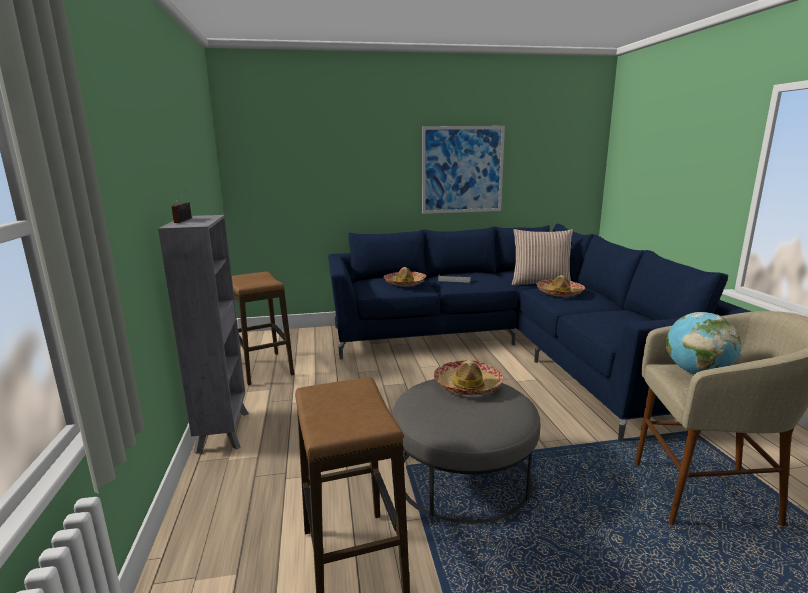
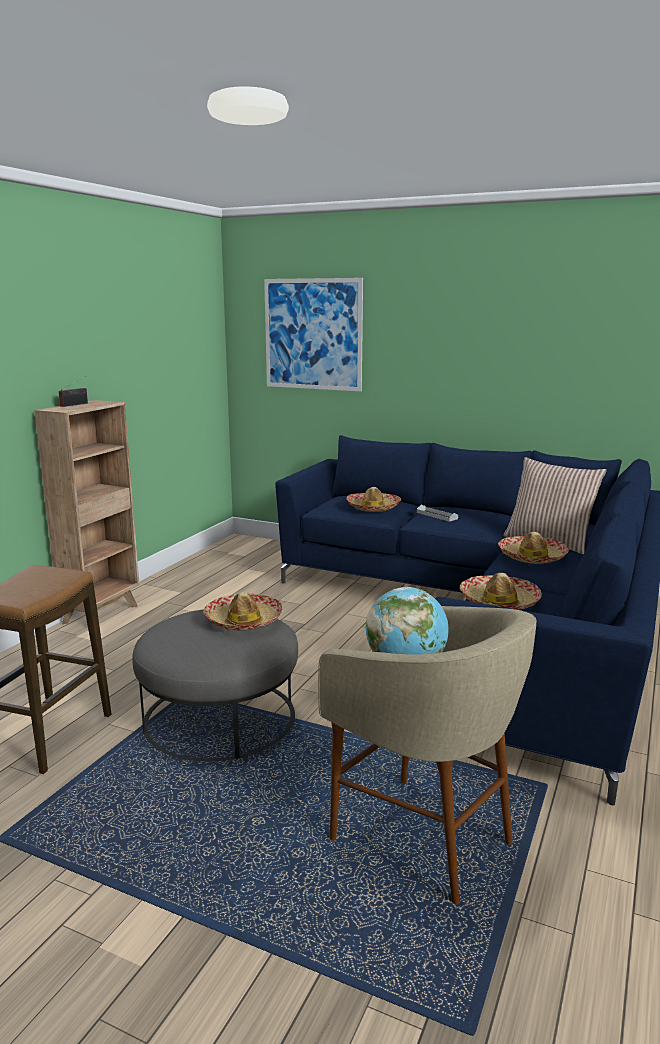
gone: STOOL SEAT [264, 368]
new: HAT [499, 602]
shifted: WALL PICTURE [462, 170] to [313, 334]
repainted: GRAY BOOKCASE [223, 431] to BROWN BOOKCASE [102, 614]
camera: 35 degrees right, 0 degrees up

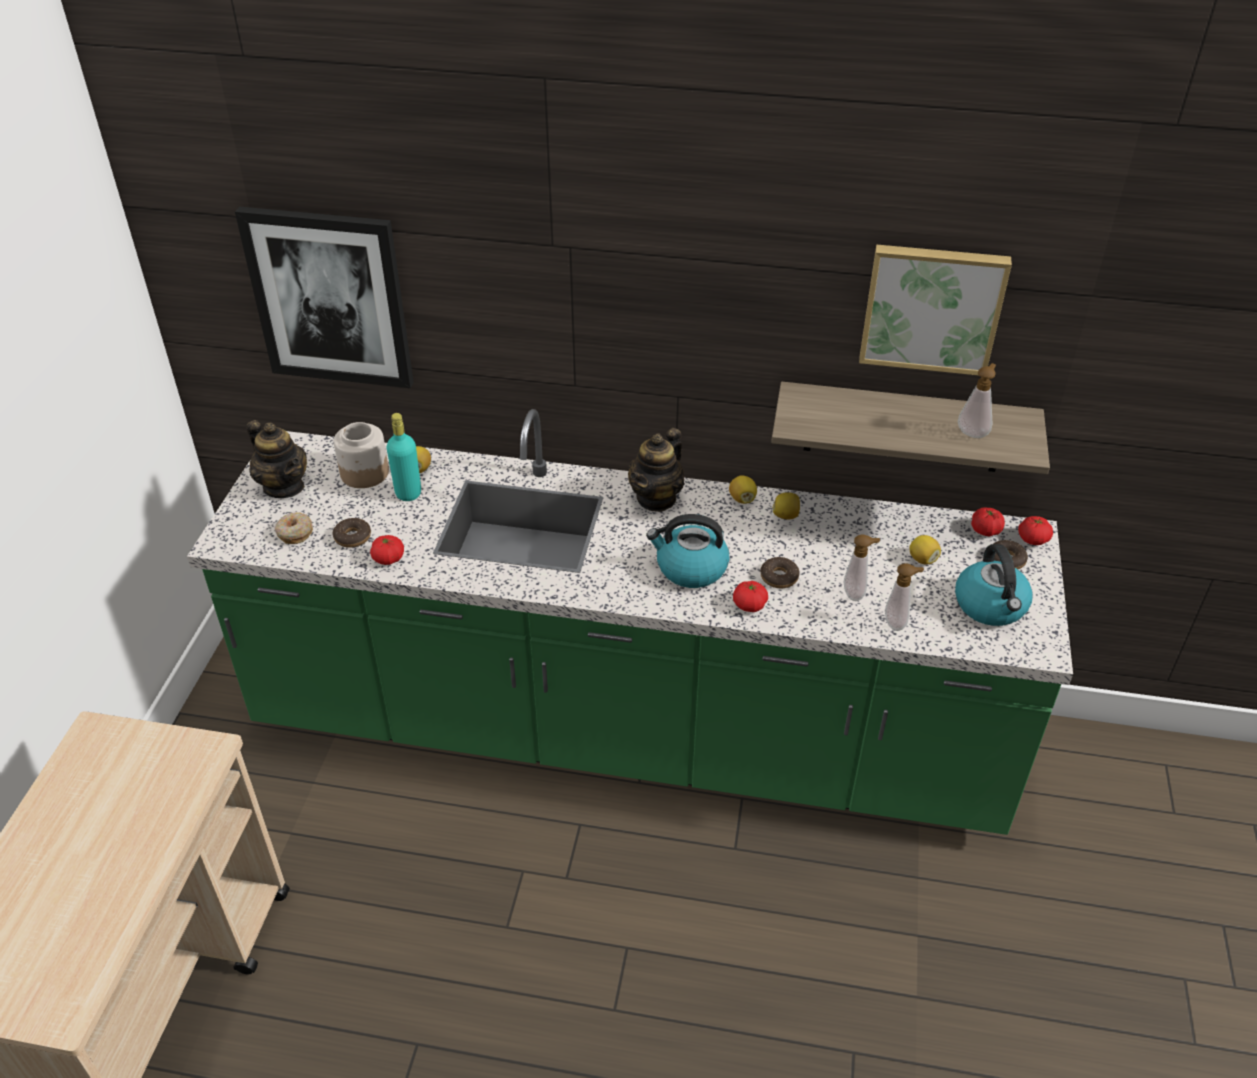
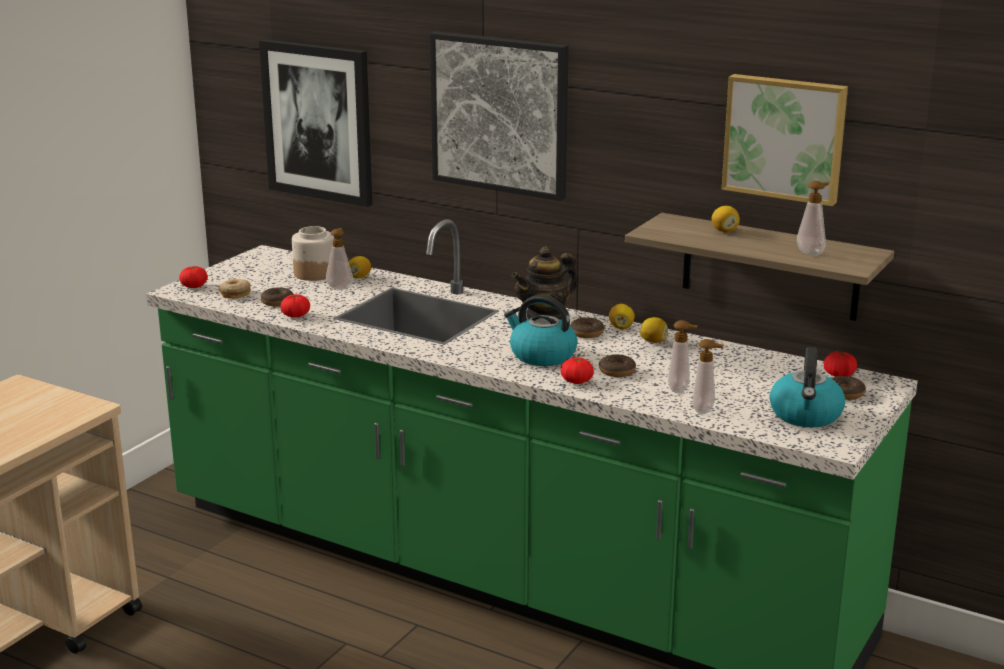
gone: POT FOR TEA [284, 486]
new: WALL PICTURE [500, 114]; DOUGHNUT [586, 333]
shifted: CITRUS FRUIT [922, 559] to [724, 231]; TOMATO [1033, 539] to [194, 286]
swapped: TURQUOISE BEVERAGE BOTTLE [408, 493] to LIQUID SOAP BOTTLE [340, 287]
camera: 20 degrees right, 20 degrees down

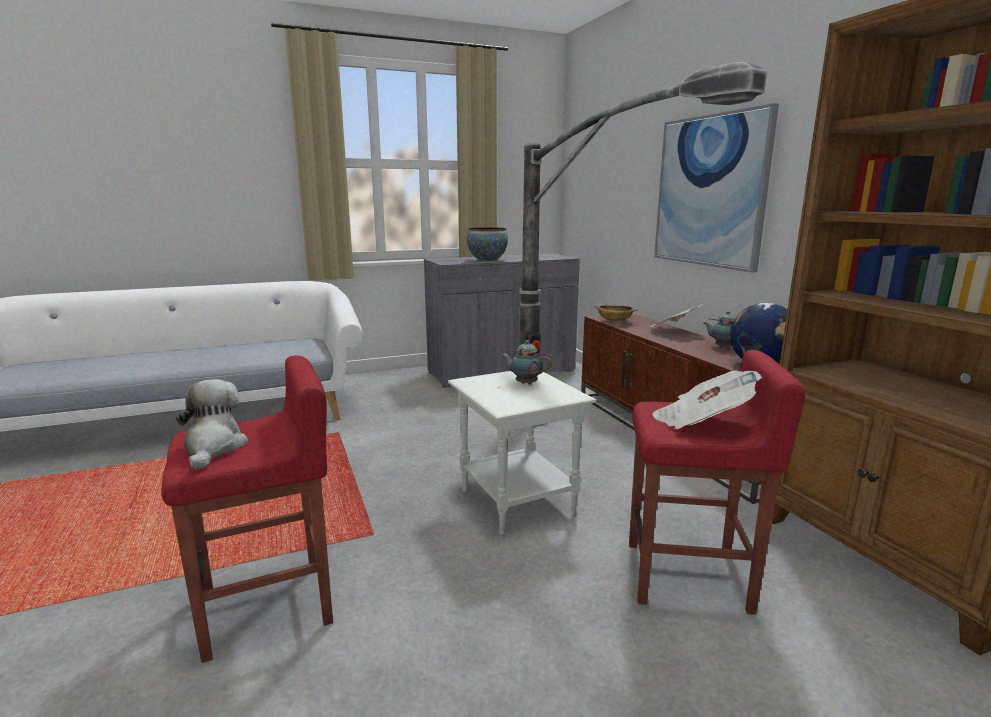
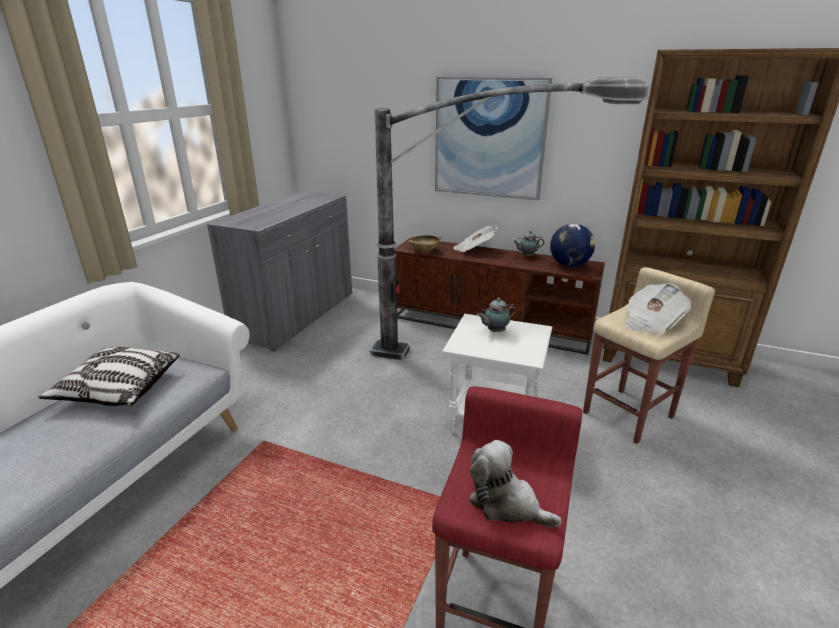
gone: DEEP DISH [487, 261]
new: PILLOW [119, 390]
repainted: REDDISH STOOL SEAT [689, 577] to BEIGE STOOL SEAT [629, 414]
camera: 45 degrees left, 10 degrees up

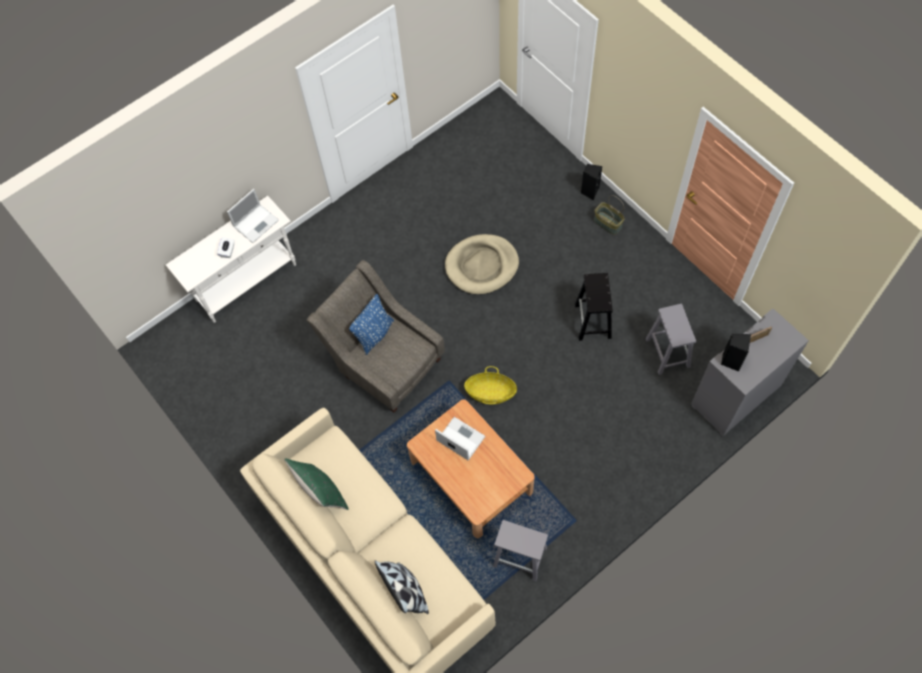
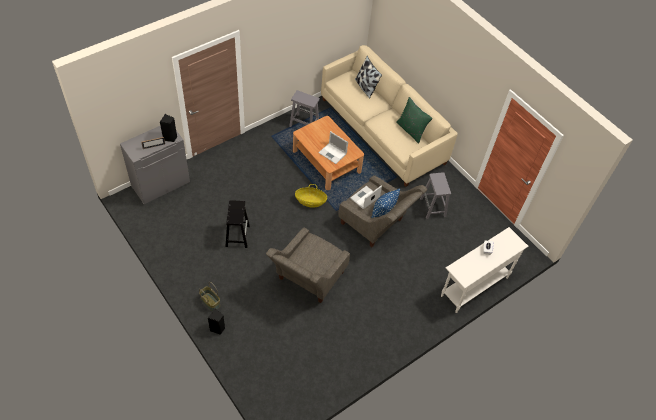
shifted: PORTABLE COMPUTER [256, 223] to [364, 198]; GRAY STOOL SEAT [667, 352] to [433, 208]
swapped: BEIGE DOG CUSHION [482, 266] to GRAY ARMCHAIR [307, 280]
camera: 175 degrees right, 10 degrees down

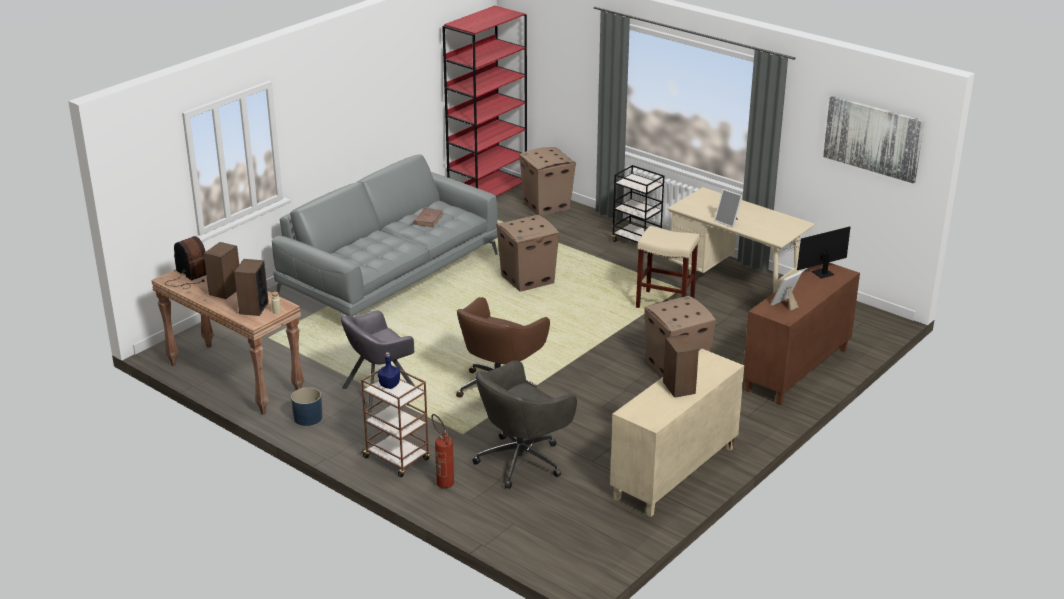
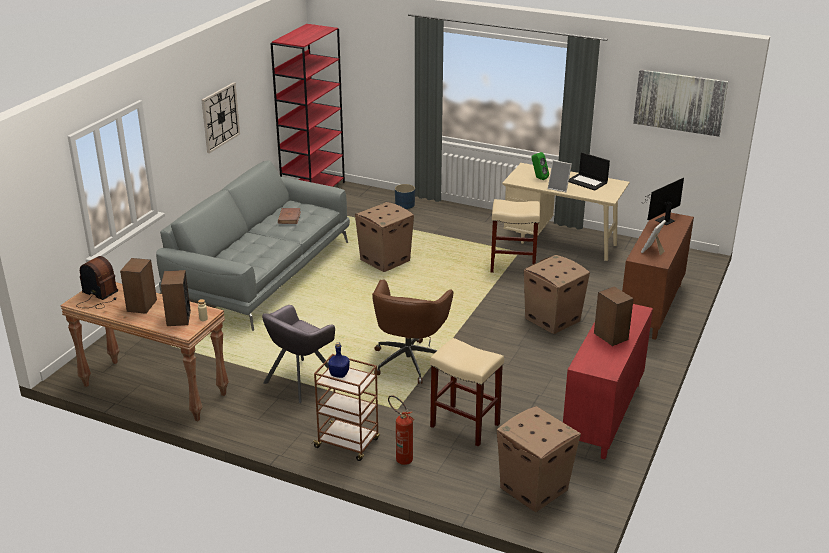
gone: BLACK WHEELED CART [637, 241]
new: CLOCK ON THE WALL [220, 117]; GREEN SPEAKER [538, 178]; PORTABLE COMPUTER [587, 182]
shifted: BLUE-COLOURED FLOWER POT [308, 417] to [405, 205]; CARDBOARD BOX [547, 206] to [534, 489]
swapped: GRAY DESK CHAIR [522, 460] to BEIGE STOOL SEAT [464, 425]
repainted: BEIGE STORAGE CABINET [675, 474] to REDDISH STORAGE CABINET [603, 415]
camera: 15 degrees left, 0 degrees up

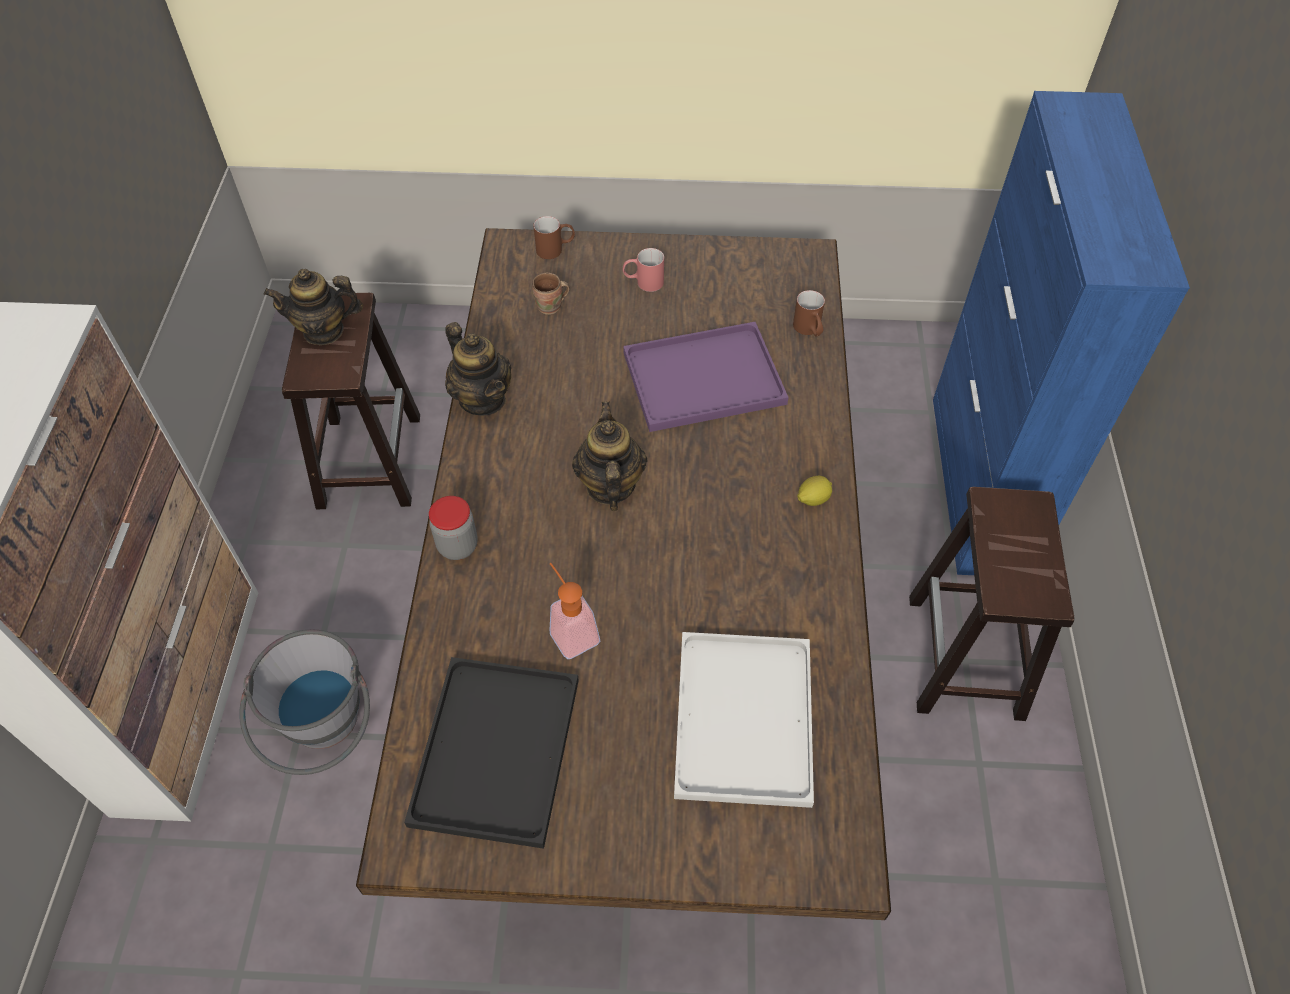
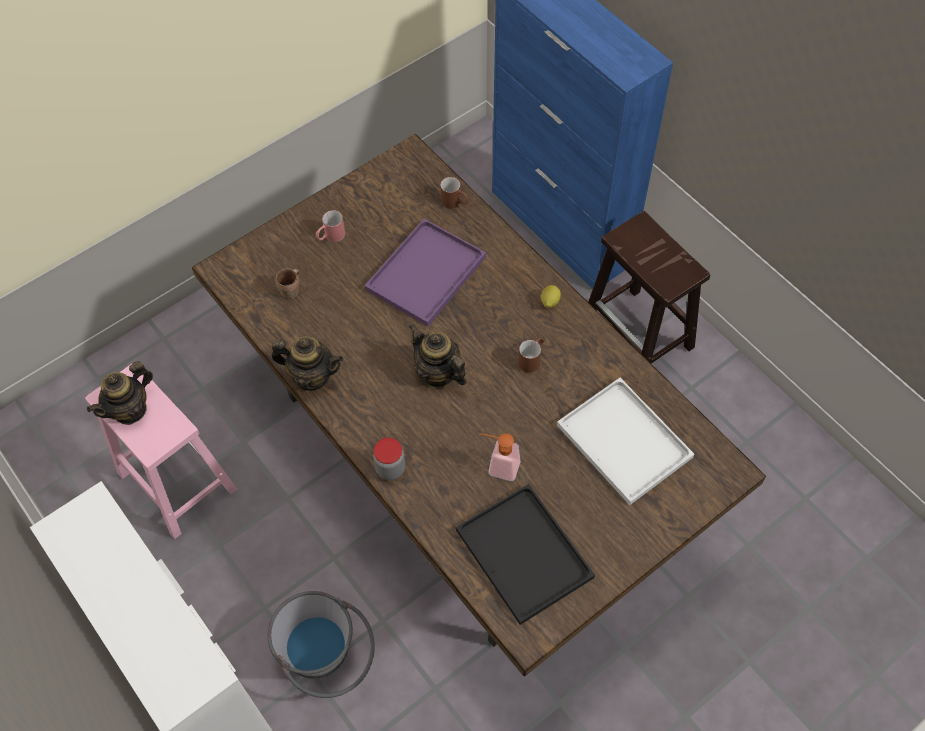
shifted: BROWN MUG [556, 249] to [532, 359]
repainted: BROWN STOOL SEAT [369, 459] to PINK STOOL SEAT [176, 480]
camera: 40 degrees left, 5 degrees up

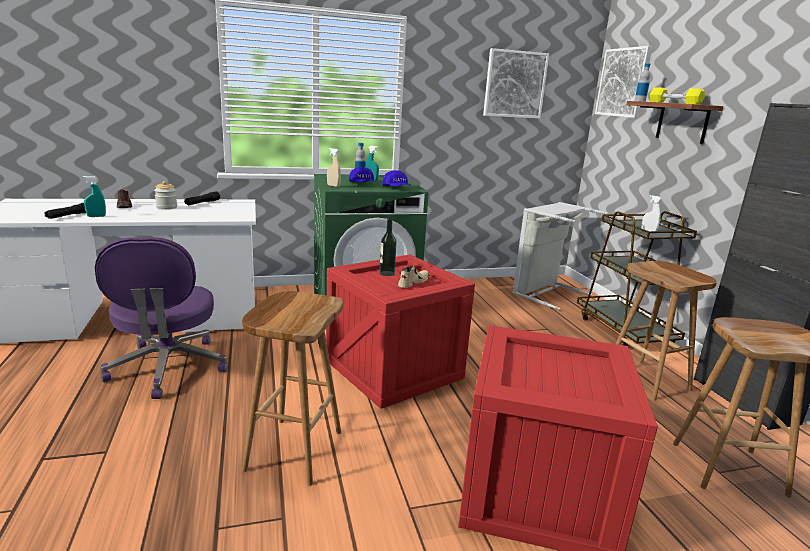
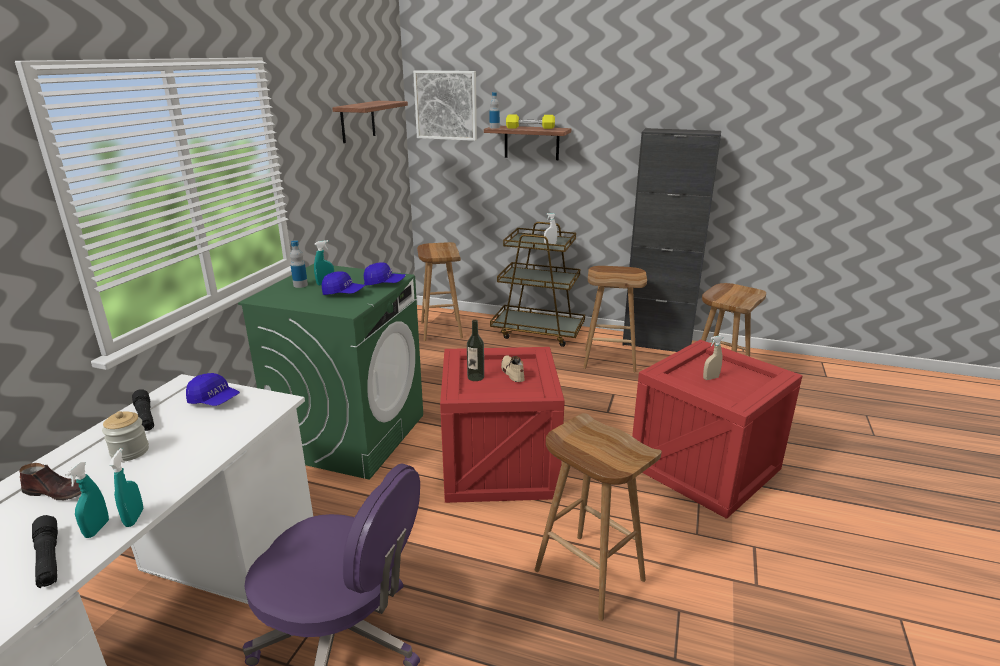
new: TURQUOISE SPRAYER [134, 518]; BLUE-COLOURED CAP [214, 401]
shifted: BEIGE SPRAYER [333, 186] to [710, 378]
swapped: WALL PICTURE [514, 84] to WALL SHELF [357, 121]; GRAY HAMPER [545, 292] to BROWN STOOL SEAT [440, 330]
camera: 55 degrees left, 5 degrees up

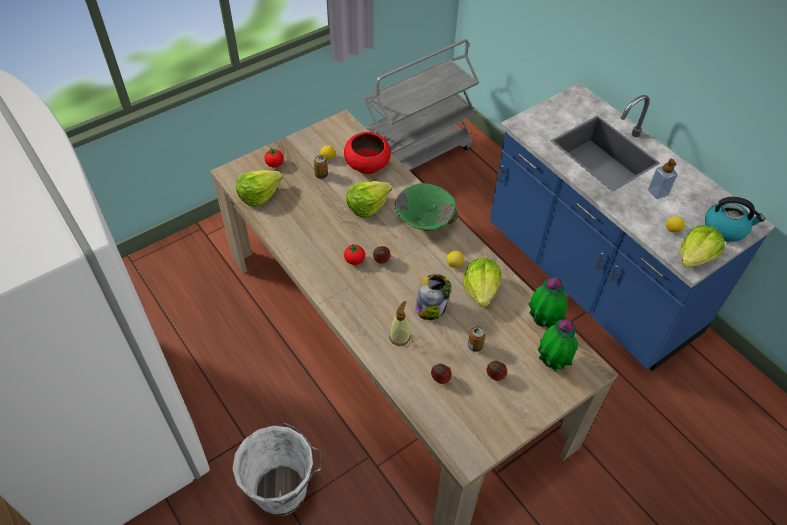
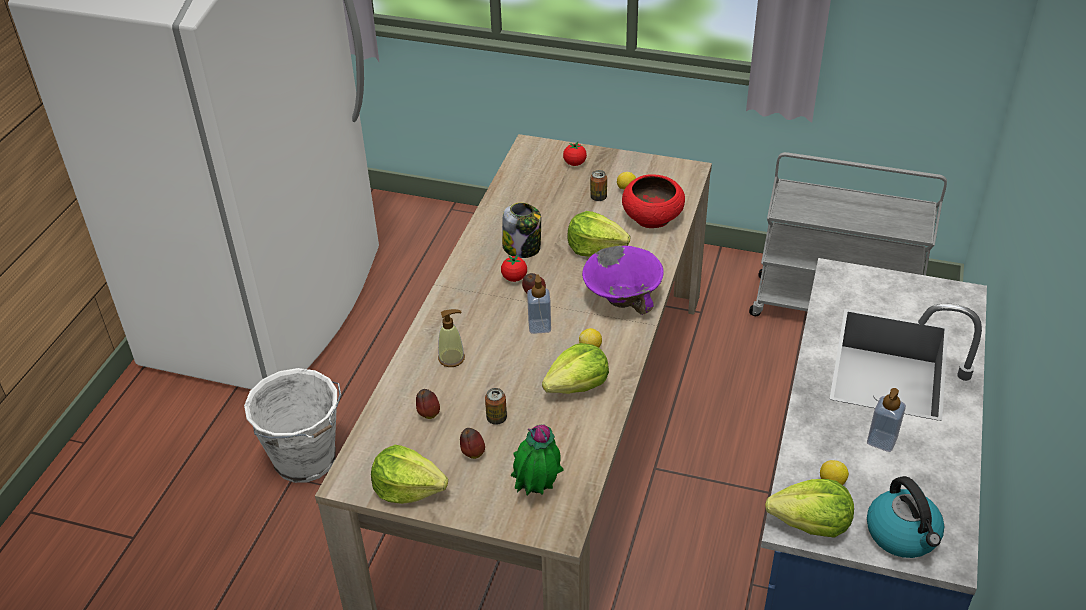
gone: HOUSEPLANT [543, 321]
new: LIQUID SOAP BOTTLE [539, 326]
shifted: LETTUCE [259, 195] to [408, 488]; PRESERVE JAR [431, 307] to [522, 248]
repainted: GREEN DEEP DISH [425, 222] to PURPLE DEEP DISH [622, 297]
camera: 55 degrees right, 10 degrees down

